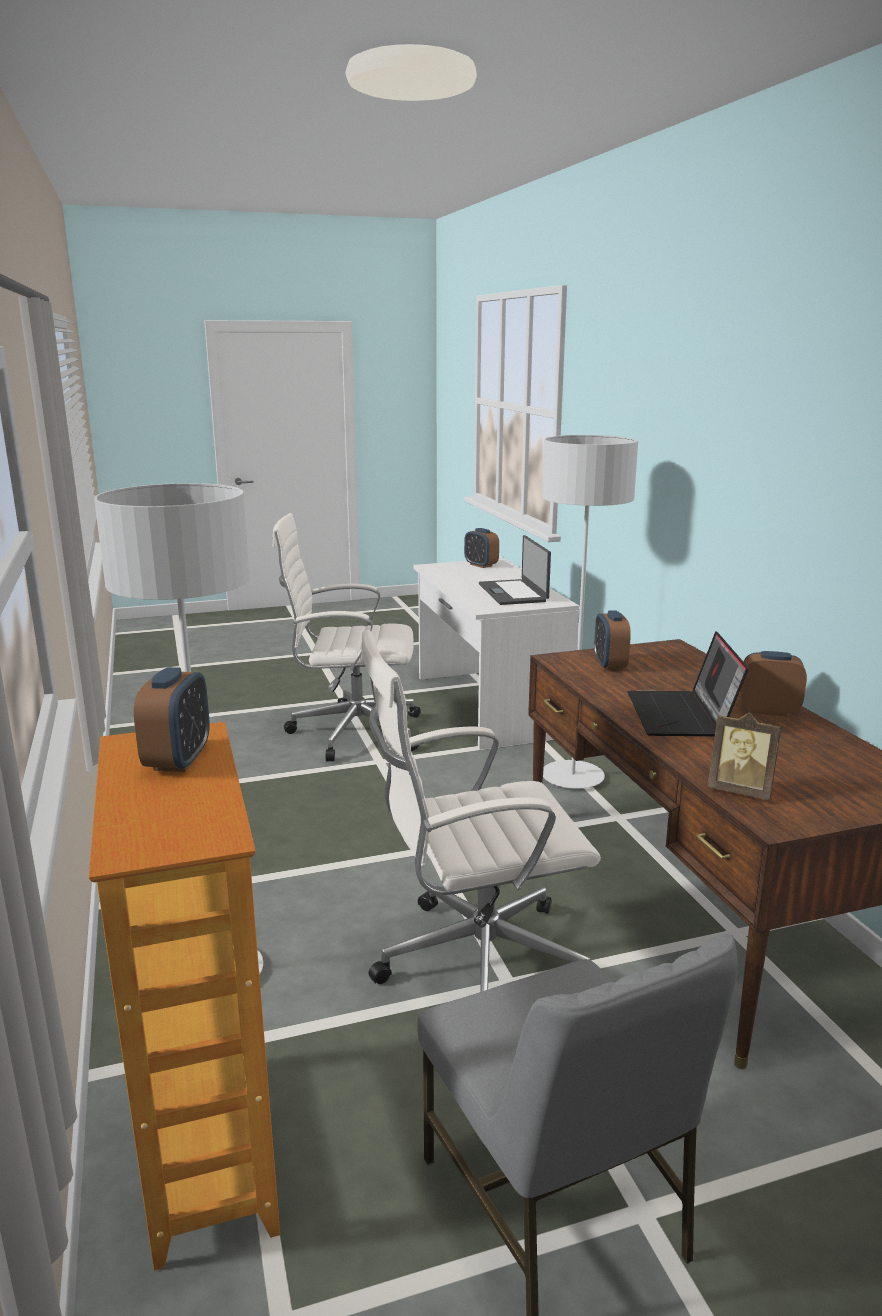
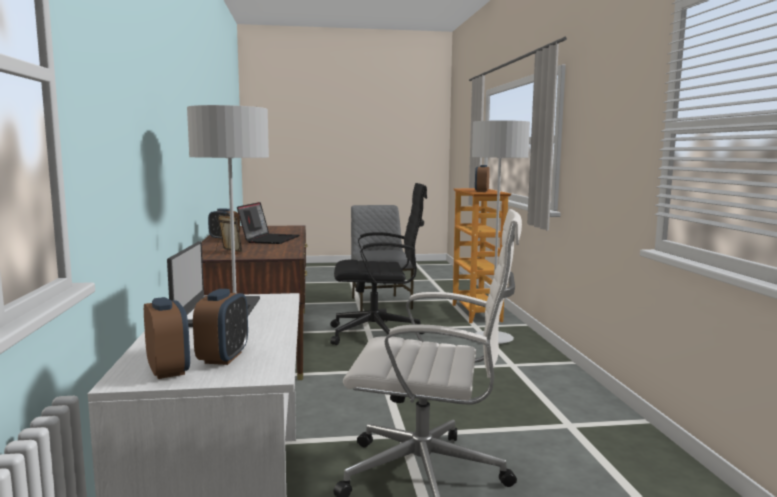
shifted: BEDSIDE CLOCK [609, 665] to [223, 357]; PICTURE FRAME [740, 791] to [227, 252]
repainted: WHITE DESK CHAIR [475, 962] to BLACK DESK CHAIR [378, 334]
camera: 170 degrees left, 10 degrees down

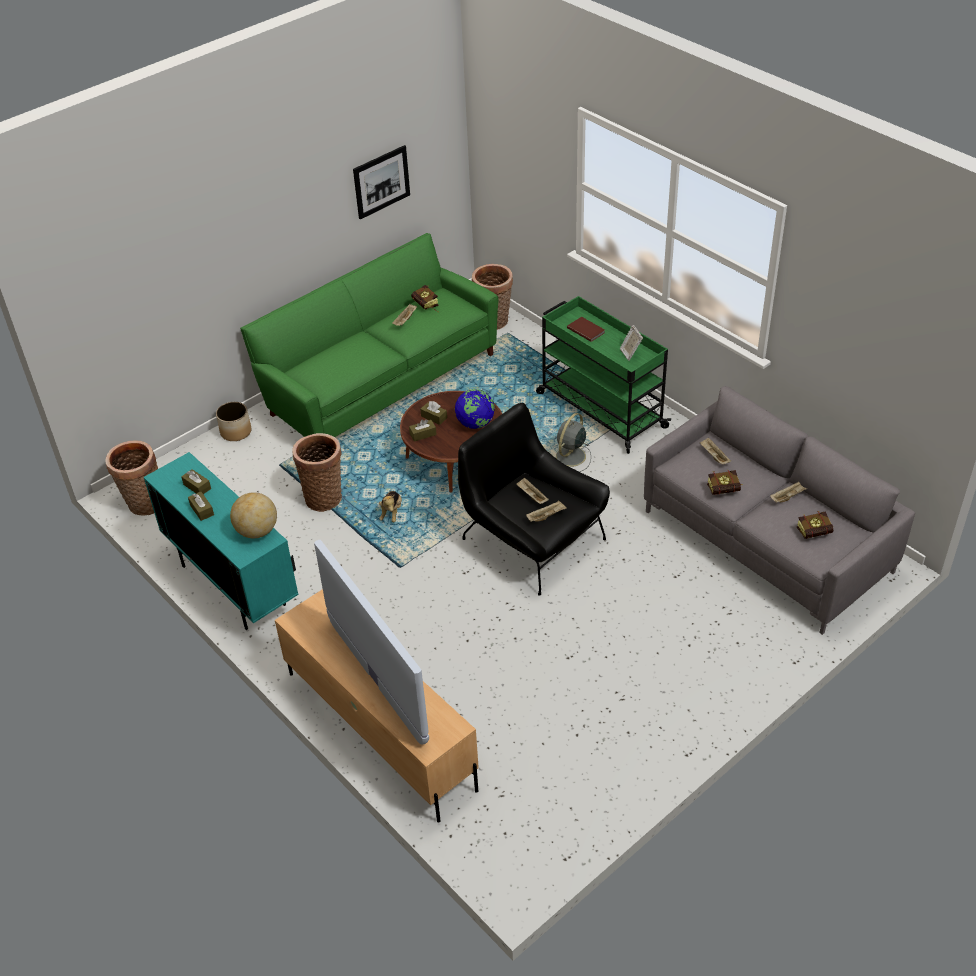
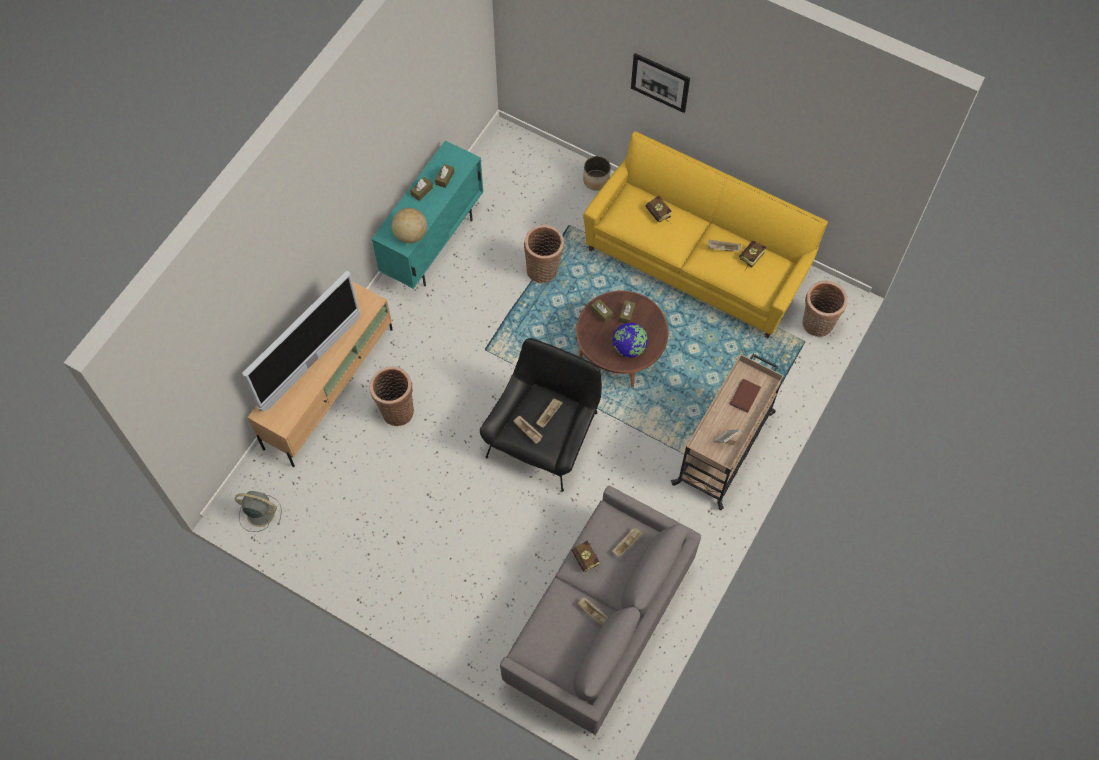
gone: CUDDLY TOY [391, 512]
shifted: BASKET [144, 504] to [396, 409]; WALL PICTURE [381, 182] to [660, 82]; GRAY ELECTRIC FAN [570, 457] to [259, 513]; VOLUME [817, 532] to [659, 216]
repainted: GREEN SETTEE [380, 381] to YELLOW SETTEE [697, 261]; GREEN WHEELED CART [600, 409] to BEIGE WHEELED CART [725, 447]
camera: 70 degrees right, 20 degrees up

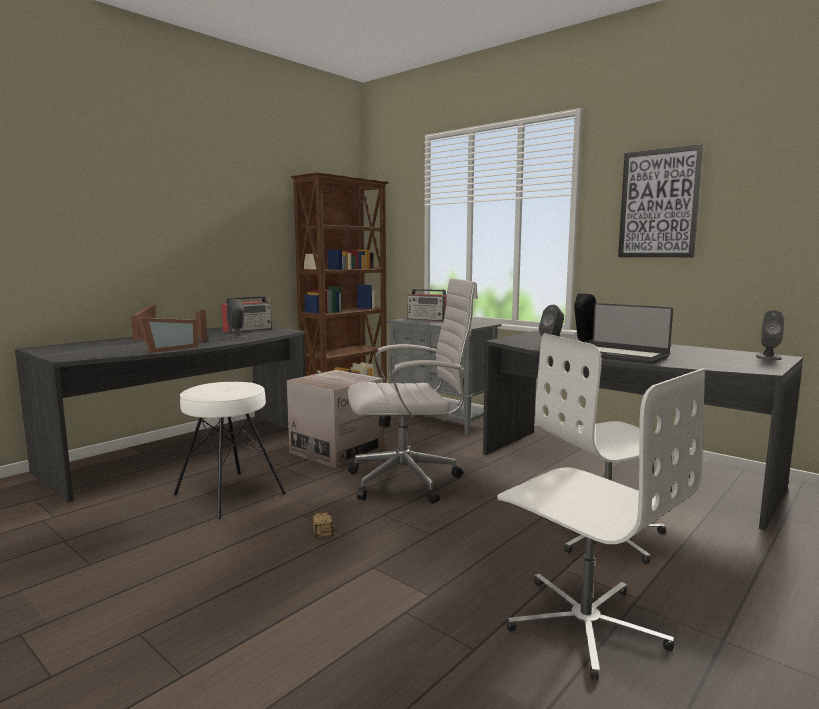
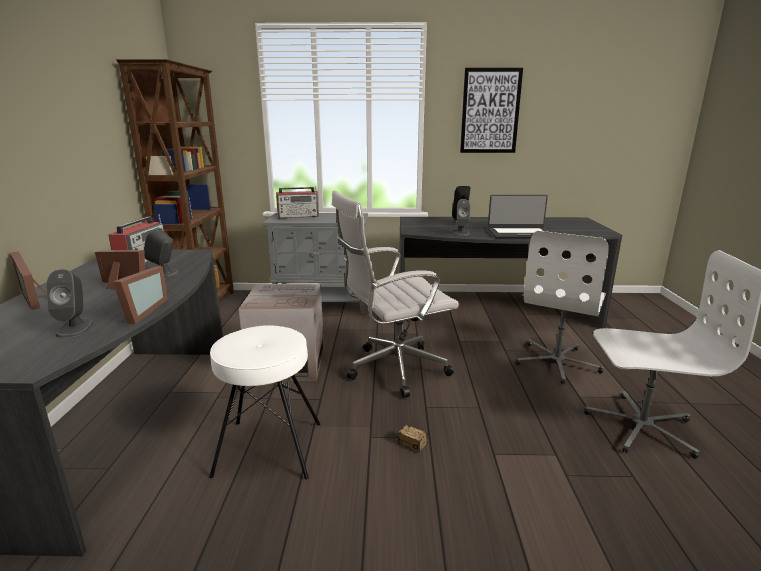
shifted: GRAY SPEAKER [768, 357] to [75, 328]
rotated: WHITE DESK CHAIR [409, 481] = [393, 369] 150 degrees counterclockwise
camera: 40 degrees left, 10 degrees up

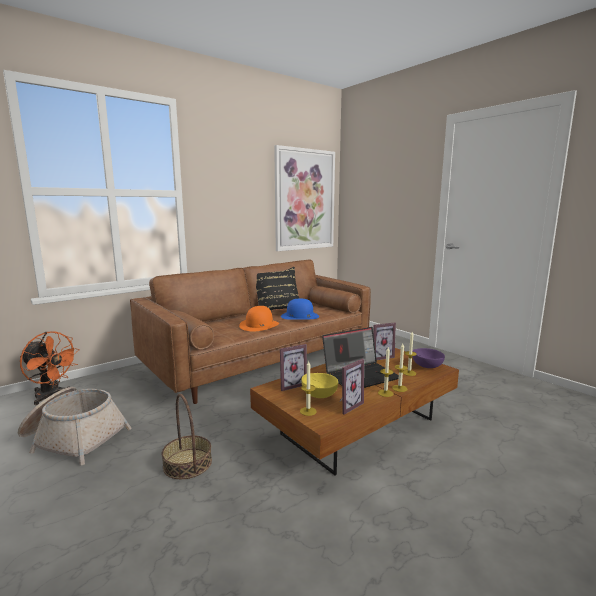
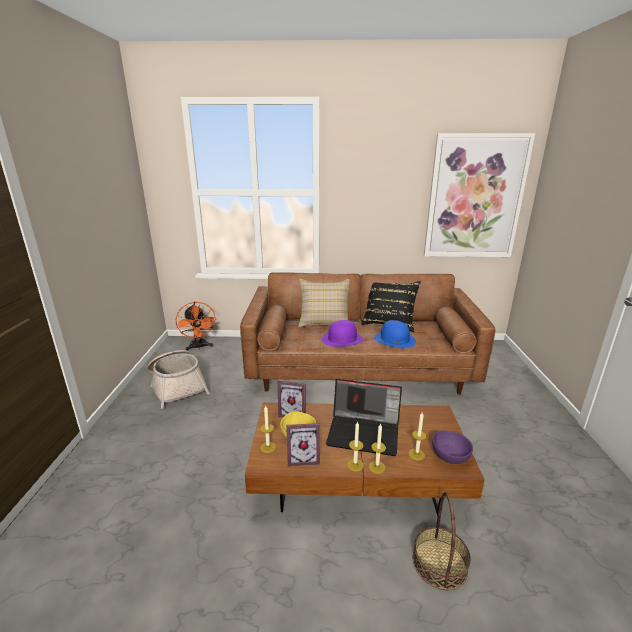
gone: PICTURE FRAME [380, 356]
new: BEIGE PILLOW [324, 322]
shifted: BASKET [187, 463] to [439, 563]
repainted: ORANGE-COLOURED HAT [259, 325] to PURPLE HAT [342, 339]
camera: 40 degrees right, 10 degrees up

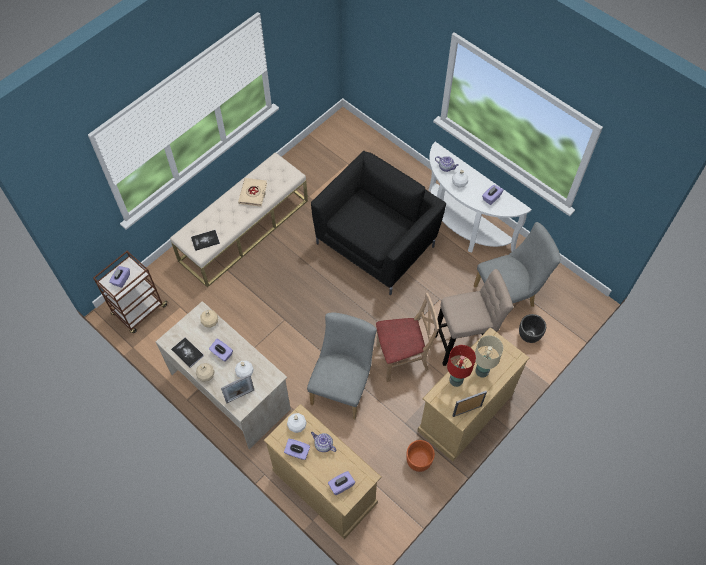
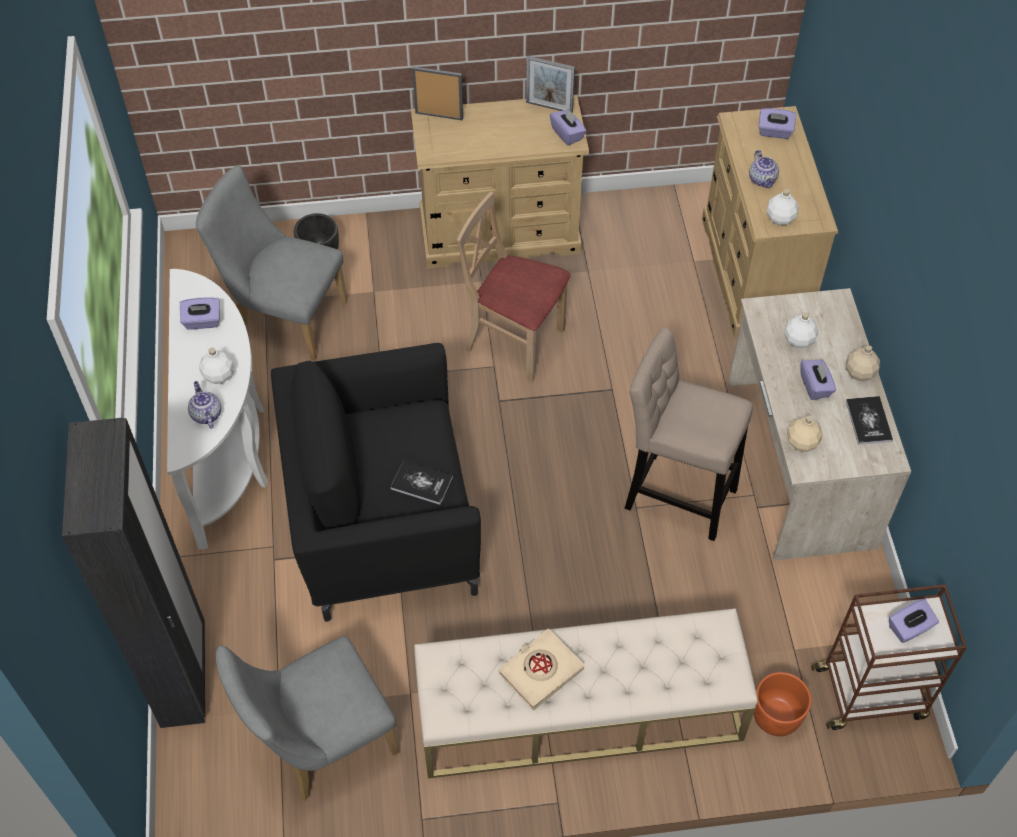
gone: REDDISH TABLE LAMP [455, 381]; BEIGE TABLE LAMP [482, 371]
new: BLACK CLOTHES CUPBOARD [184, 675]
shifted: VOLUME [205, 240] to [421, 483]; PICTURE FRAME [240, 396] to [439, 116]; PURPLE TISSUE HOLDER [297, 452] to [567, 134]; GRAY PLAIN CHAIR [343, 385] to [320, 744]; ORANGE-COLOURED FLOWER POT [419, 460] to [776, 716]; BEIGE STOOL SEAT [465, 344] to [675, 494]
camera: 140 degrees left, 5 degrees down

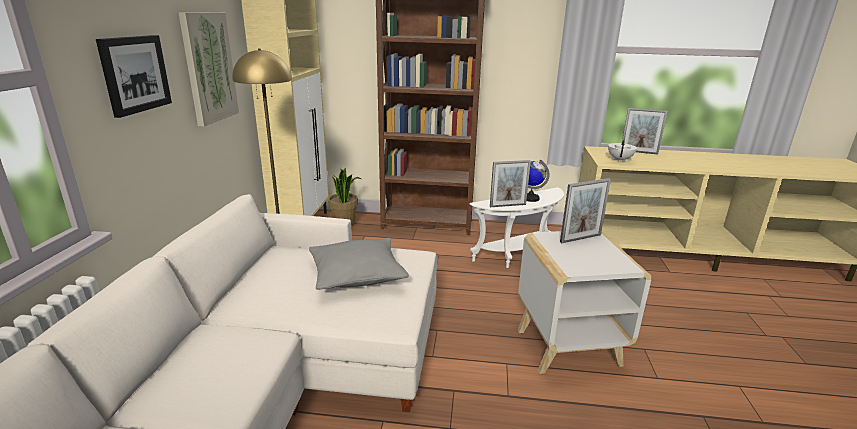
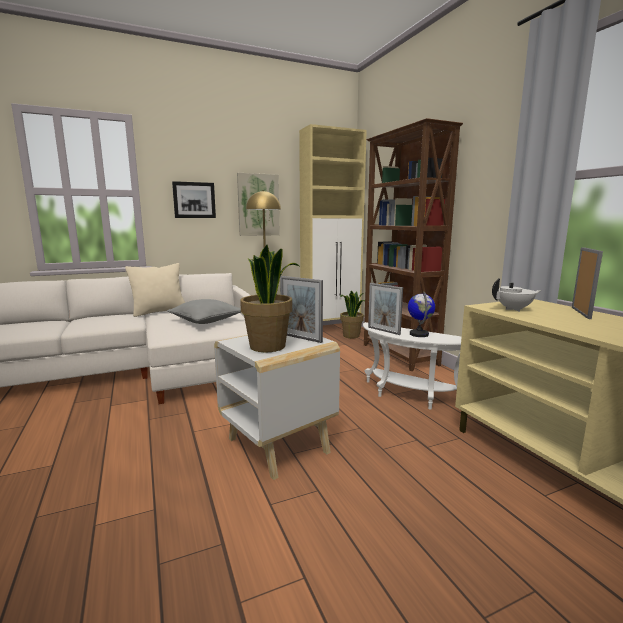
new: BEIGE PILLOW [159, 312]; HOUSEPLANT [268, 346]
rotated: PICTURE FRAME [639, 152] = [581, 313] 150 degrees counterclockwise
camera: 60 degrees right, 10 degrees down

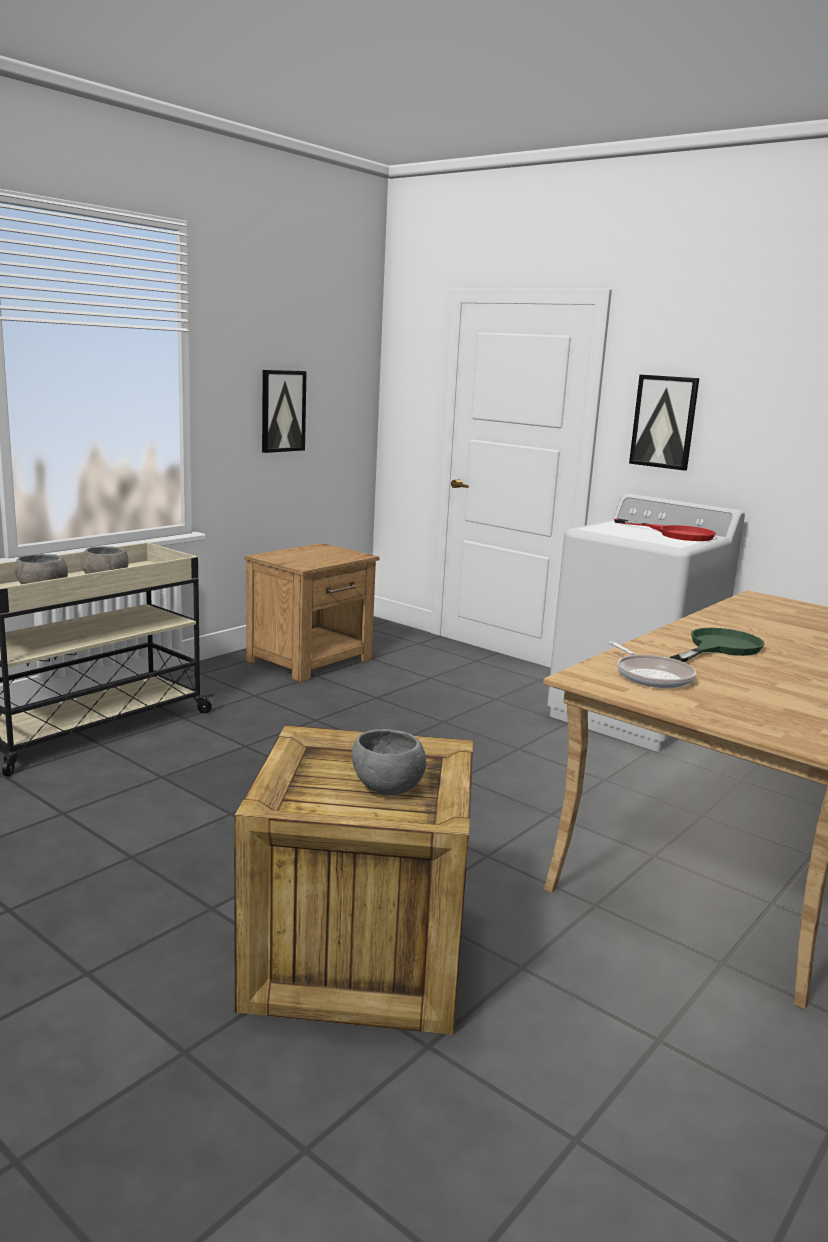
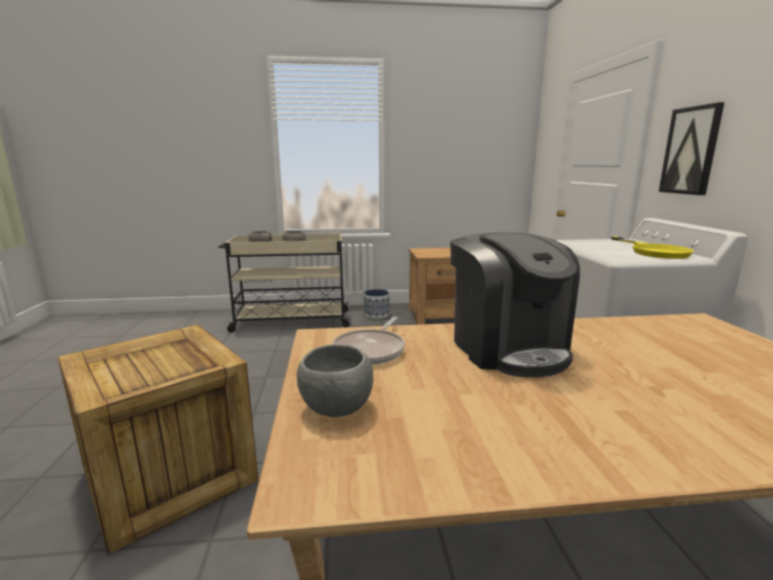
gone: WALL PICTURE [282, 411]
new: FLOWER POT [376, 314]
shifted: GRAY DEEP DISH [388, 789] to [336, 408]
swapped: GREEN SKILLET [718, 648] to COFFEE MAKER [507, 348]
repainted: REDDISH SKILLET [676, 534] to YELLOW SKILLET [653, 251]
camera: 45 degrees right, 0 degrees up

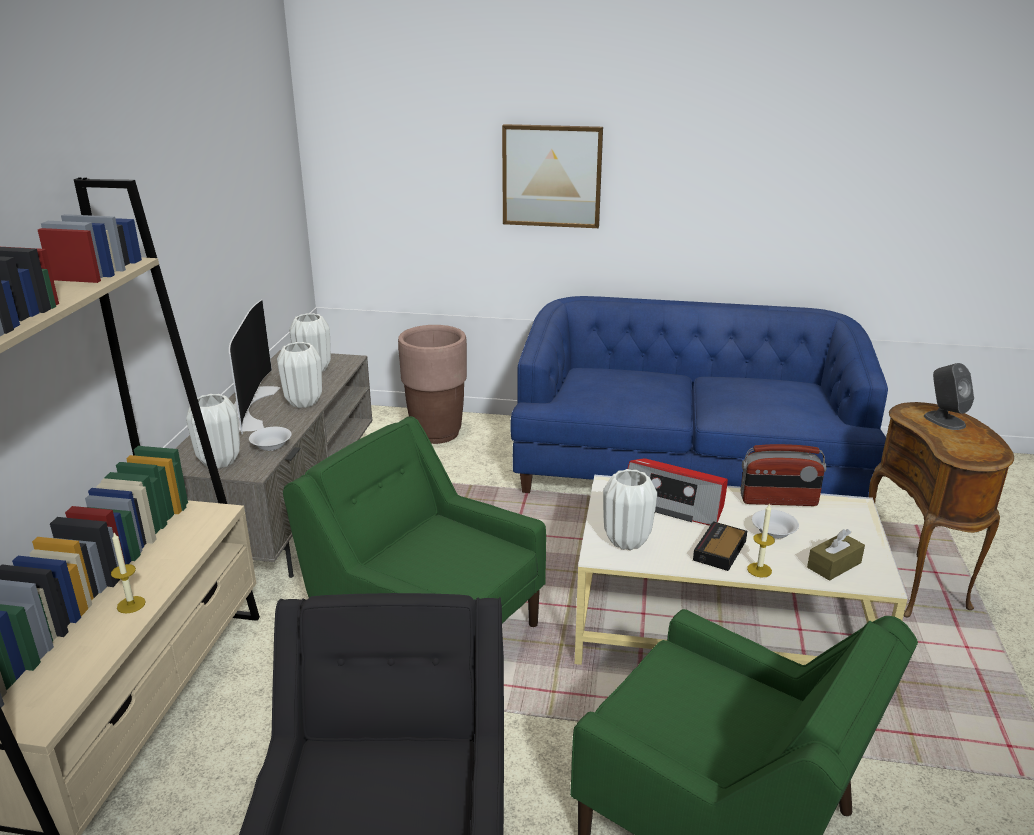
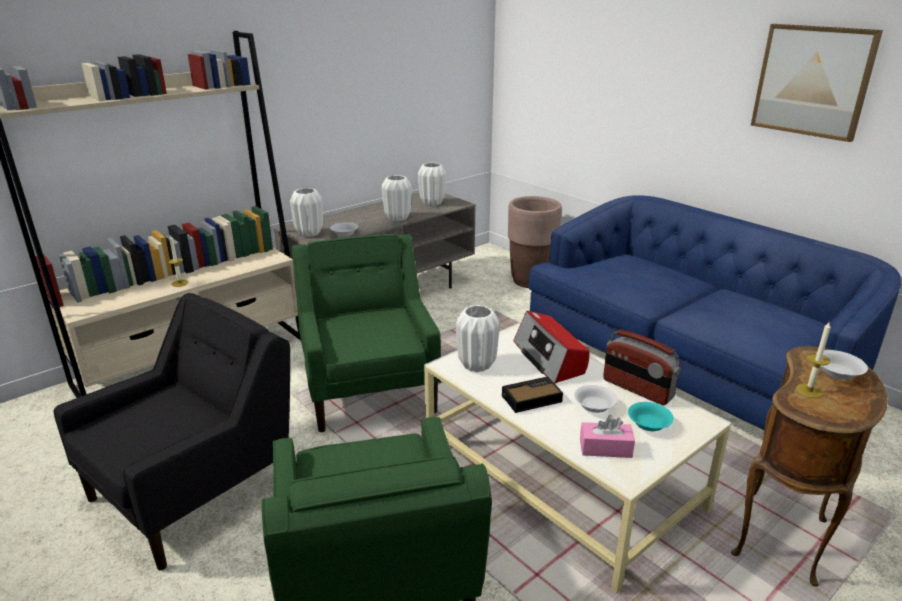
gone: TELEVISION [248, 407]
new: TURQUOISE DEEP DISH [648, 424]
shifted: WALL PICTURE [552, 176] to [813, 81]; CANDLE [759, 570] to [809, 391]
swapped: GRAY SPEAKER [944, 420] to WHITE DEEP DISH [837, 373]
repainted: BROWN TISSUE HOLDER [834, 565] to PINK TISSUE HOLDER [605, 448]
camera: 40 degrees right, 0 degrees up

